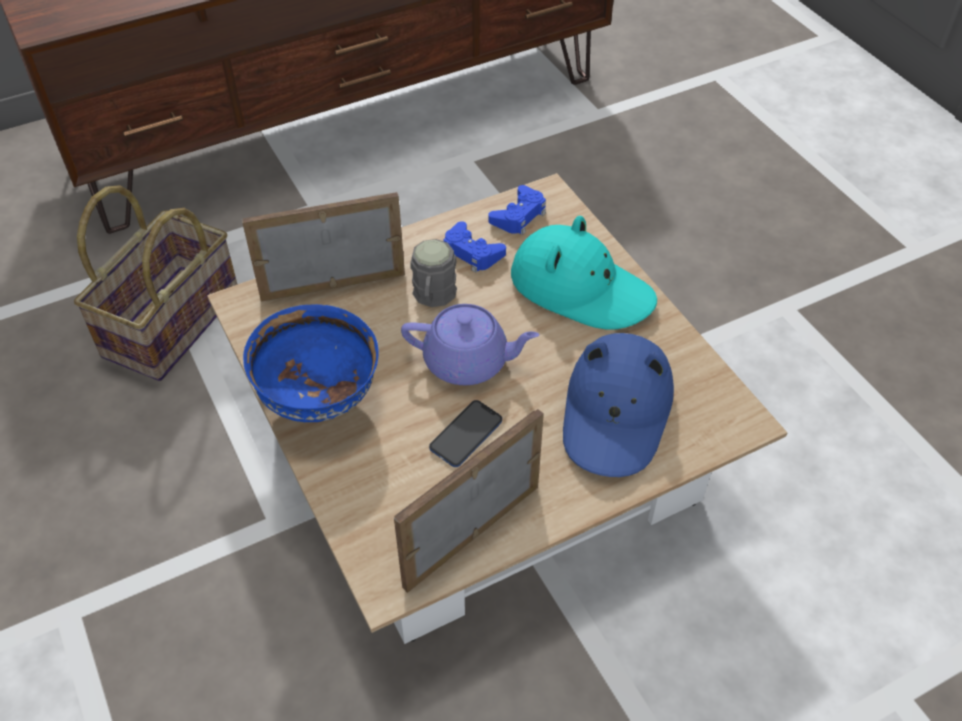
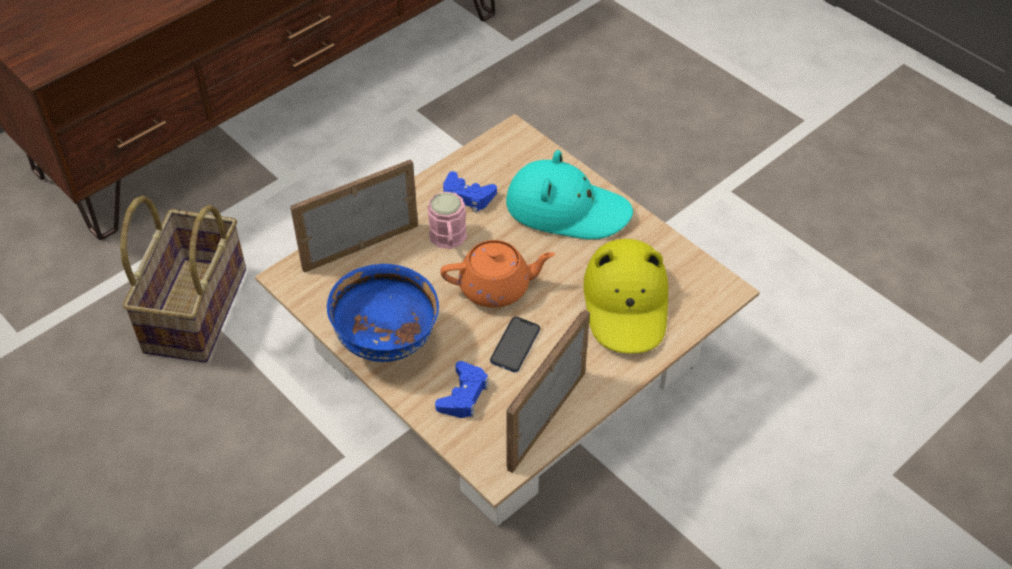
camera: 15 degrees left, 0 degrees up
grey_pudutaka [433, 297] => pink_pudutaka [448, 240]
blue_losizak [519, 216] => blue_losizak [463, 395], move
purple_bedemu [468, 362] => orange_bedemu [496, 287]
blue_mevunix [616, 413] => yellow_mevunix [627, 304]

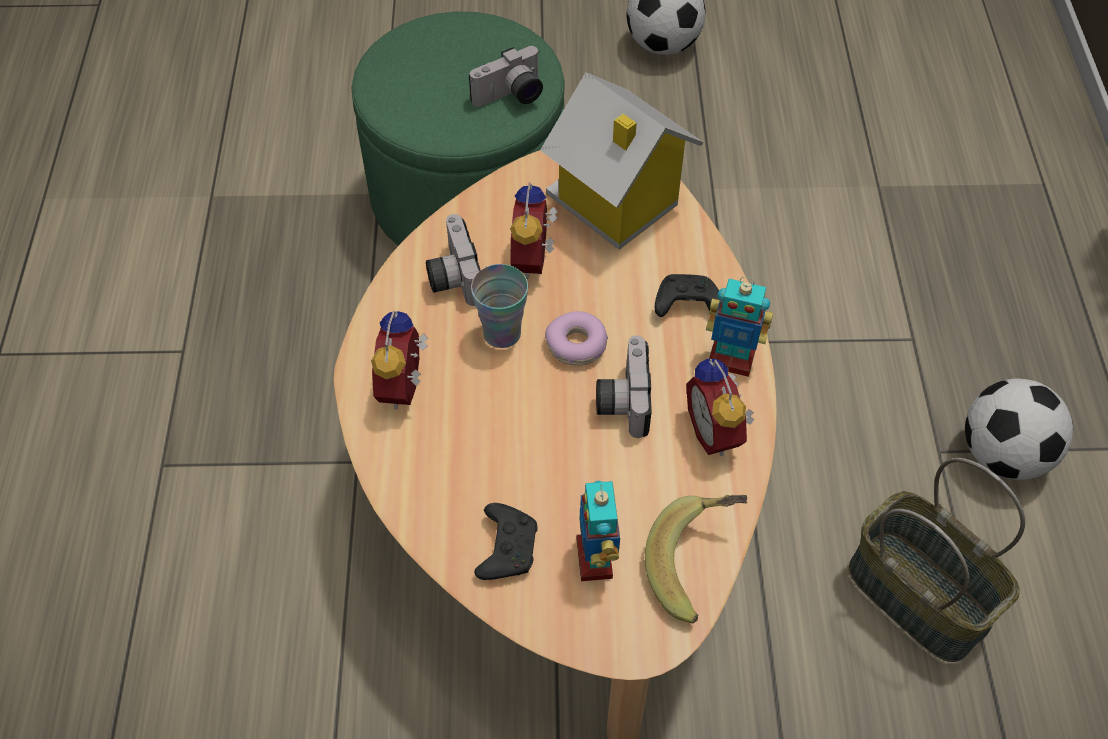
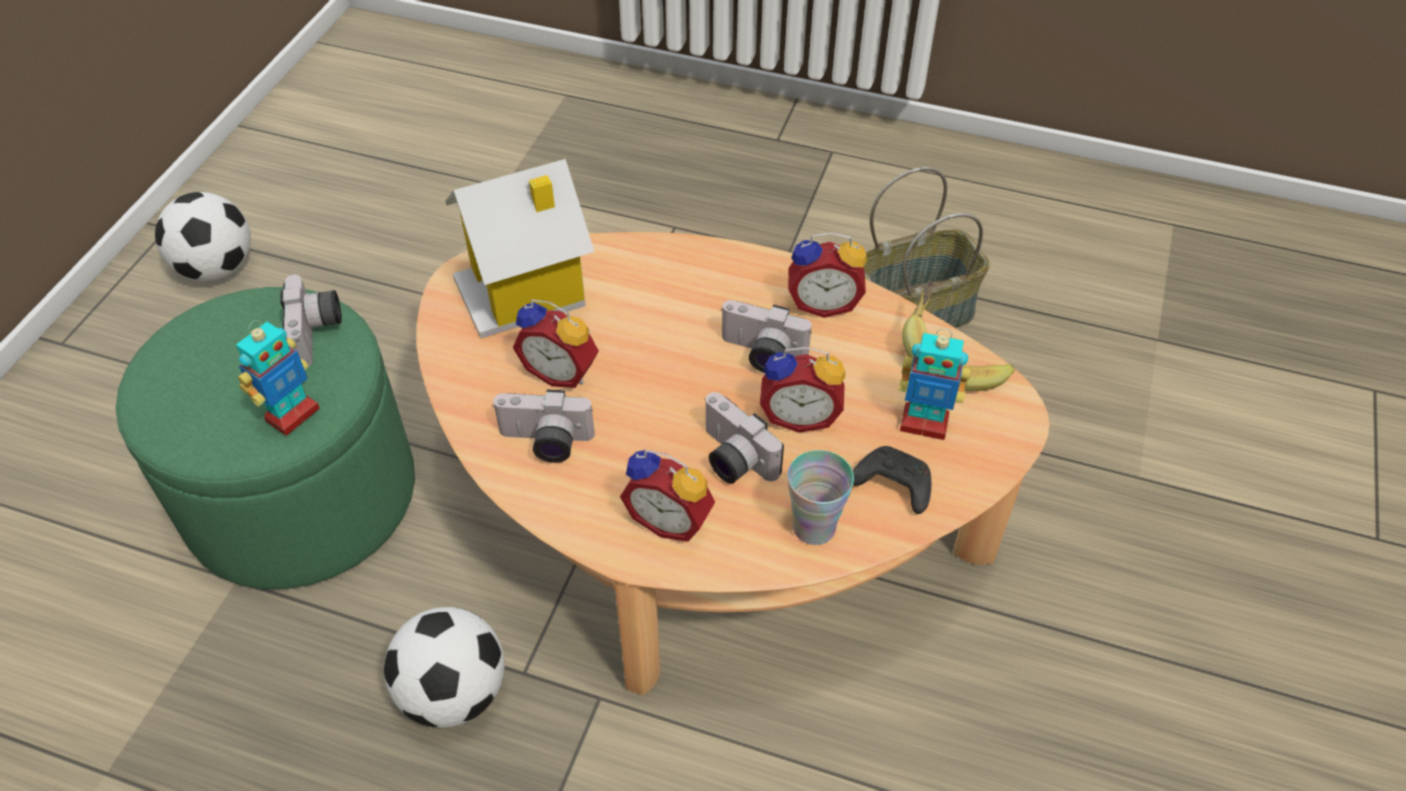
camera: 70 degrees left, 5 degrees down
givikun [731, 359] => givikun [292, 414], move
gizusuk [1002, 454] => gizusuk [453, 693], move
nothing => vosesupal [731, 459]
nothing => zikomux [800, 415]
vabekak [502, 333] => vabekak [814, 527], move
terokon [576, 345] => nothing
black_losizak [686, 305] => nothing

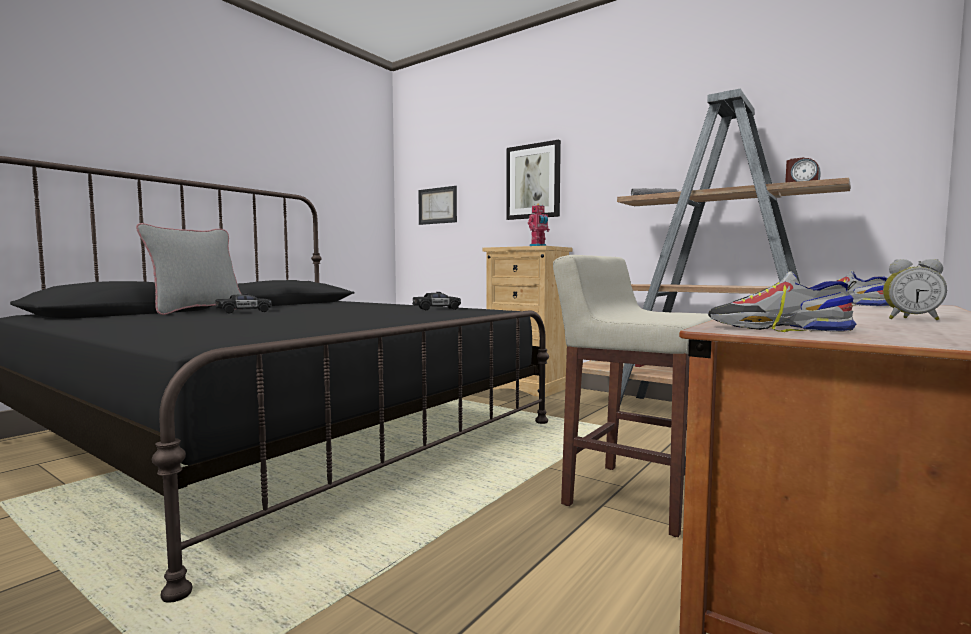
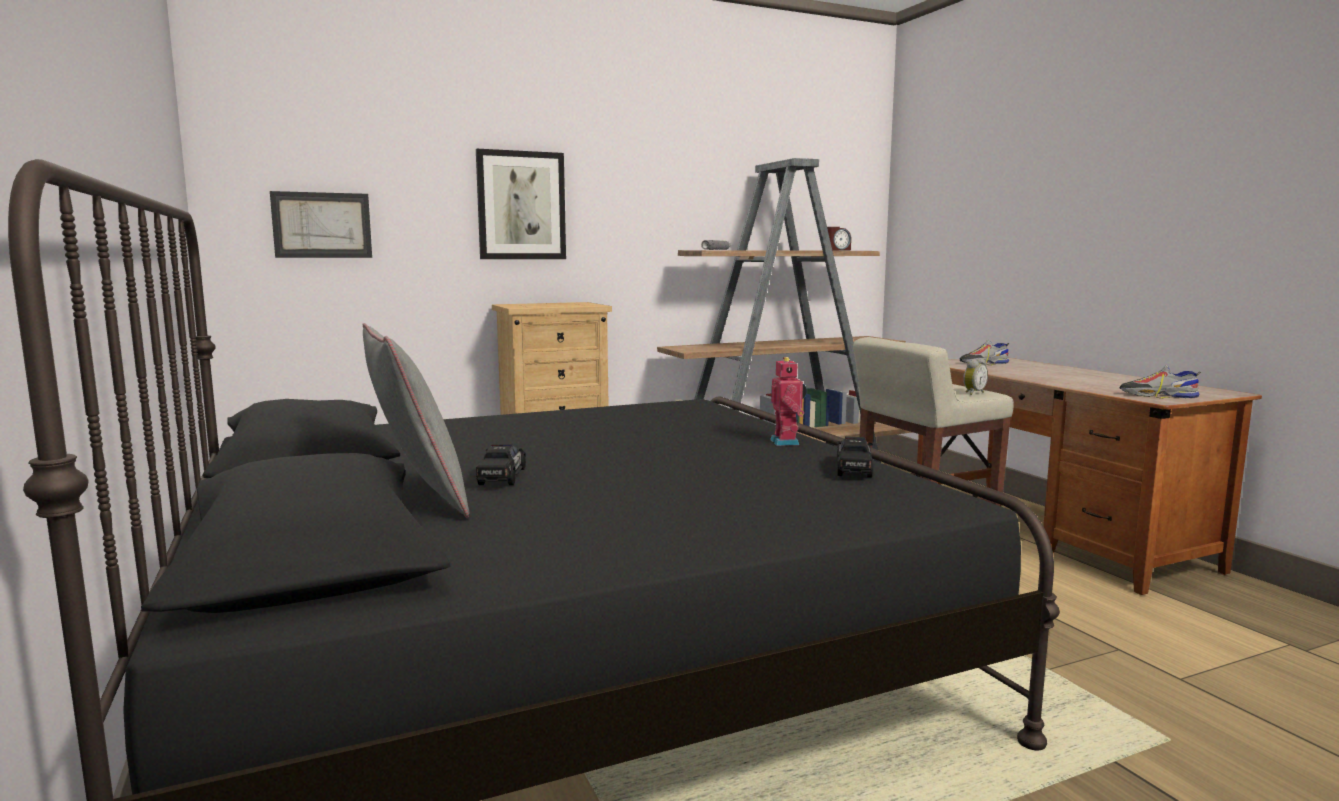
camera: 60 degrees left, 5 degrees up
givikun [538, 246] => givikun [787, 442], move
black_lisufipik [437, 309] => black_lisufipik [853, 470], move
zikomux [910, 319] => zikomux [972, 393], move
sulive [777, 328] => sulive [1157, 395], 60 degrees clockwise

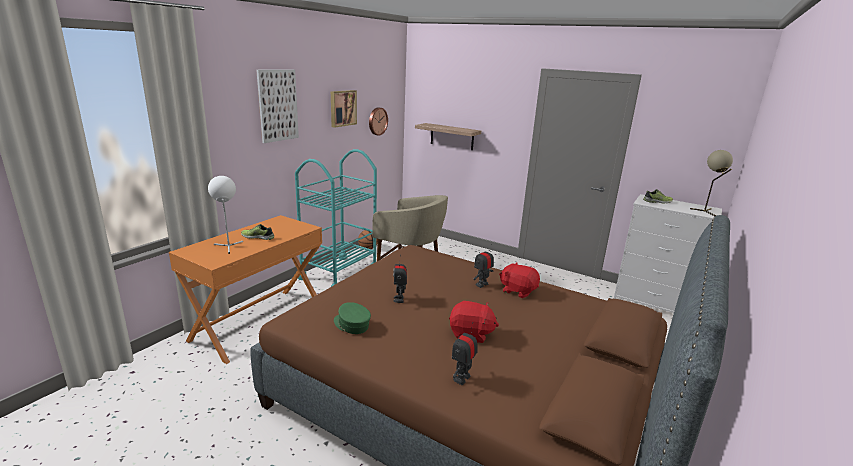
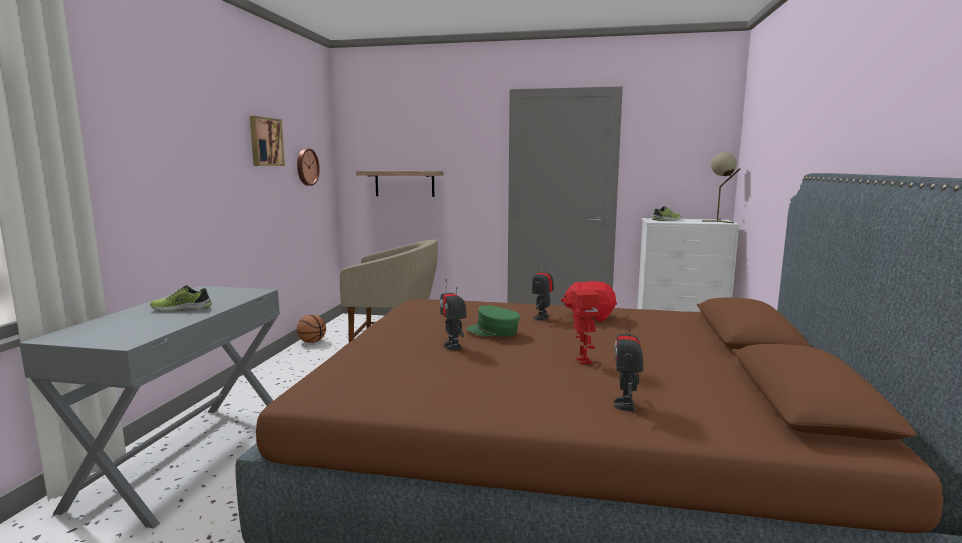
camera: 20 degrees left, 10 degrees down
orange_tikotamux [259, 322] => grey_tikotamux [186, 457]
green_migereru [351, 325] => green_migereru [493, 331], move
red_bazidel [471, 334] => givikun [583, 361]
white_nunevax [228, 247] => nothing
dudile [277, 105] => nothing
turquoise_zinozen [339, 273] => nothing

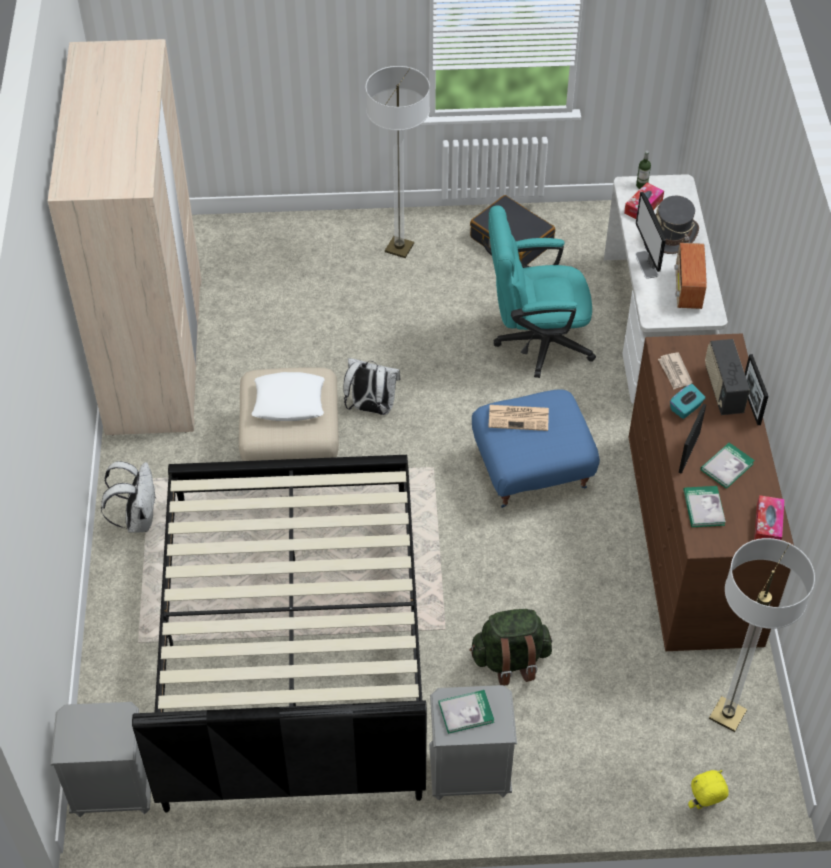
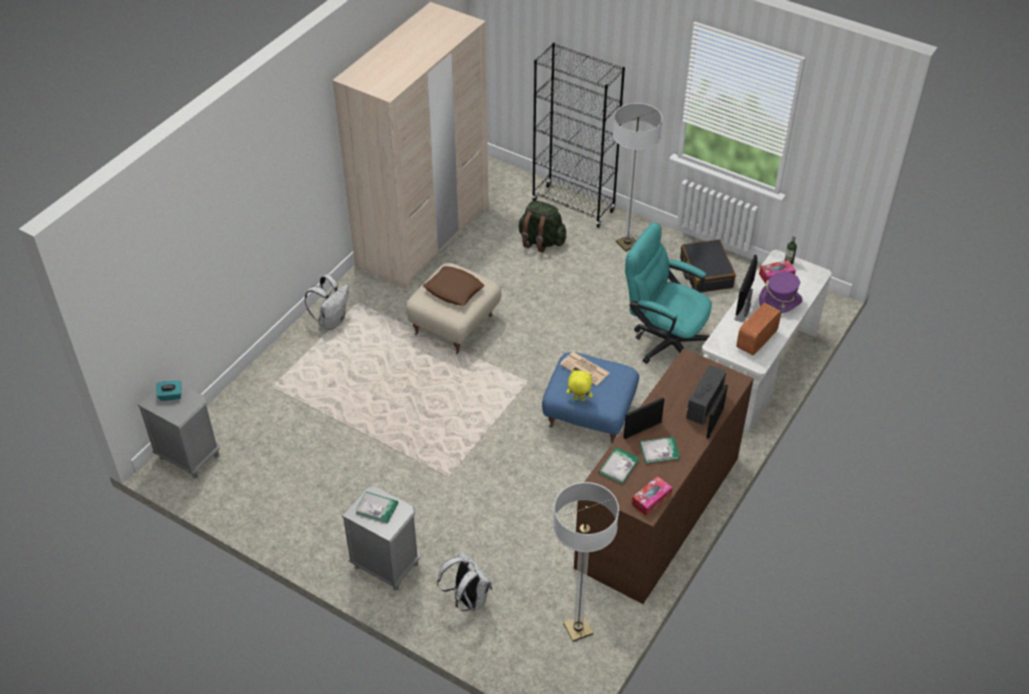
camera: 35 degrees right, 5 degrees down
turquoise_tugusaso [686, 408] => turquoise_tugusaso [170, 396], move
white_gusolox [288, 402] => brown_gusolox [453, 290]
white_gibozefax [371, 408] => white_gibozefax [467, 599], move
green_gibozefax [510, 660] => green_gibozefax [541, 241], move
nothing => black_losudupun [573, 206]
yellow_bazidel [704, 805] => yellow_bazidel [578, 399], move
grey_mevunix [672, 234] => purple_mevunix [780, 301]
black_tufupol [291, 642] => nothing
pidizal [674, 372] => nothing

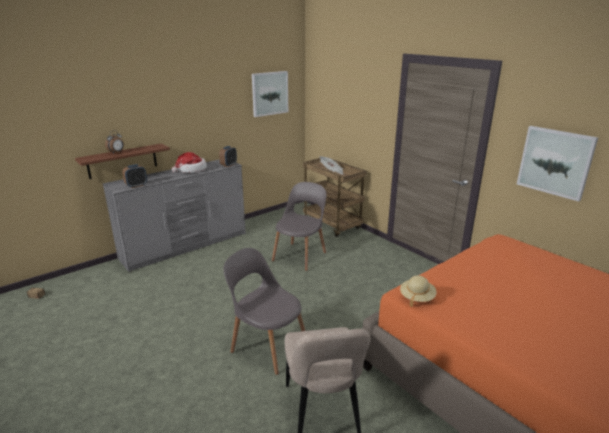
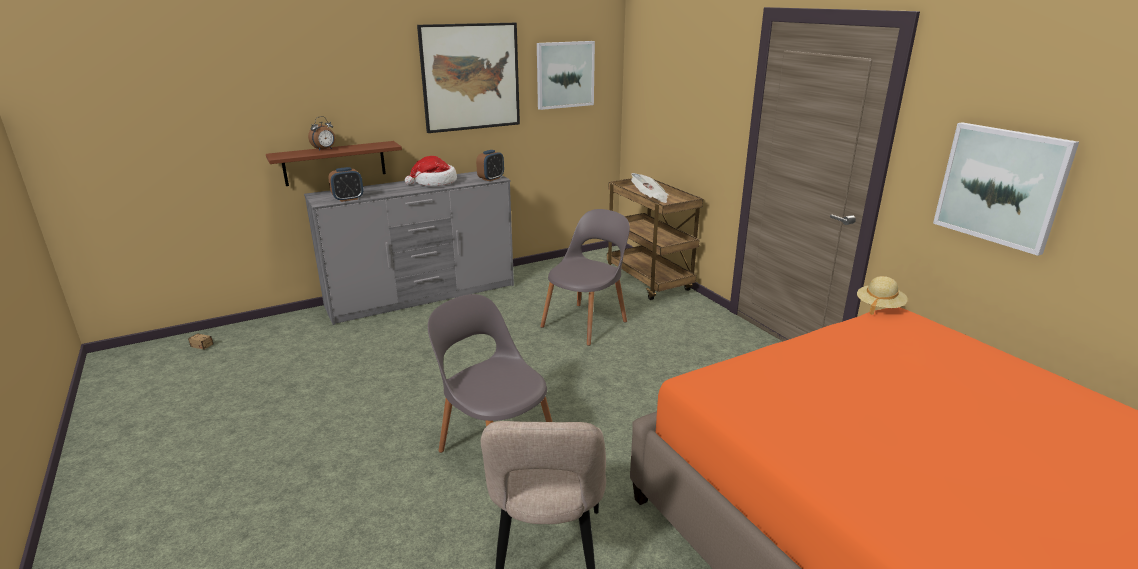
camera: 10 degrees right, 0 degrees up
nothing => dudile [470, 77]
beige_mevunix [417, 297] => beige_mevunix [879, 307], move

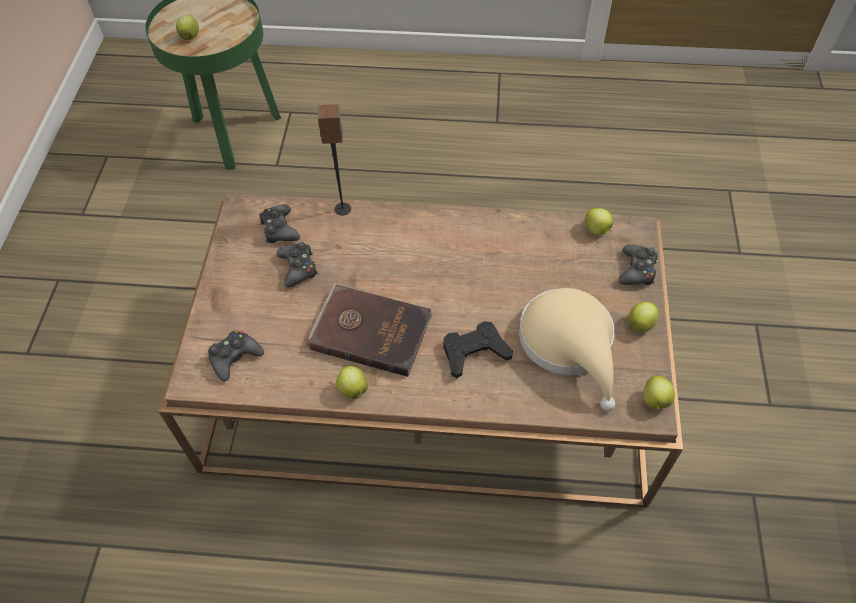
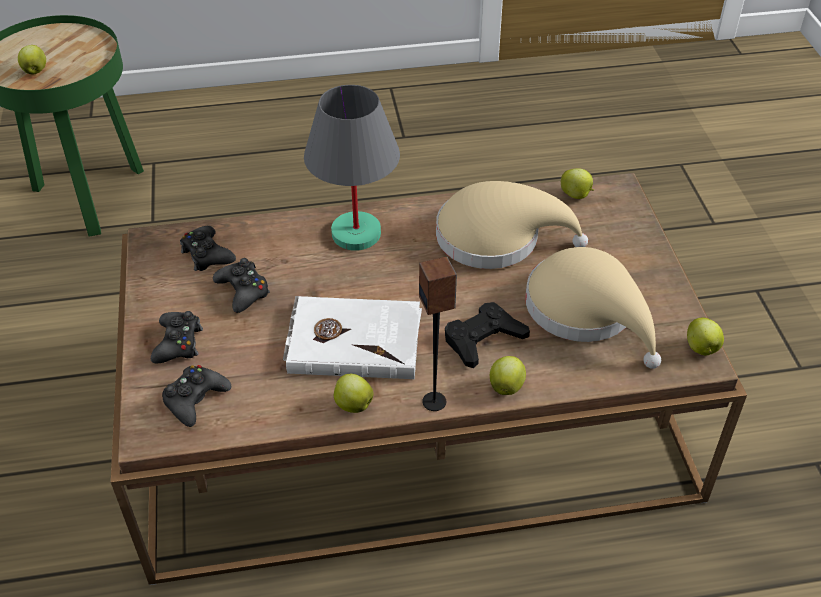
camera: 15 degrees left, 10 degrees down
black_losizak [637, 270] => black_losizak [178, 343], move
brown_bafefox [371, 331] => white_bafefox [354, 340]
nothing => grey_nunevax [355, 234]
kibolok [343, 209] => kibolok [435, 401], move
nothing => beige_mevunix [497, 237]
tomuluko [640, 324] => tomuluko [506, 386], move

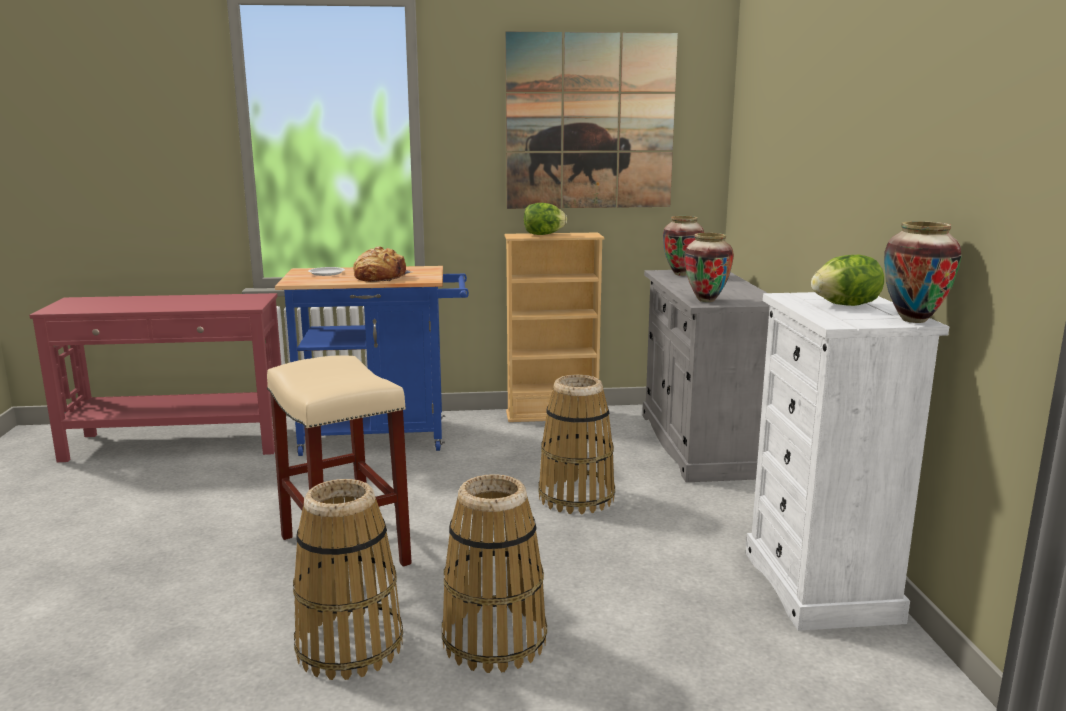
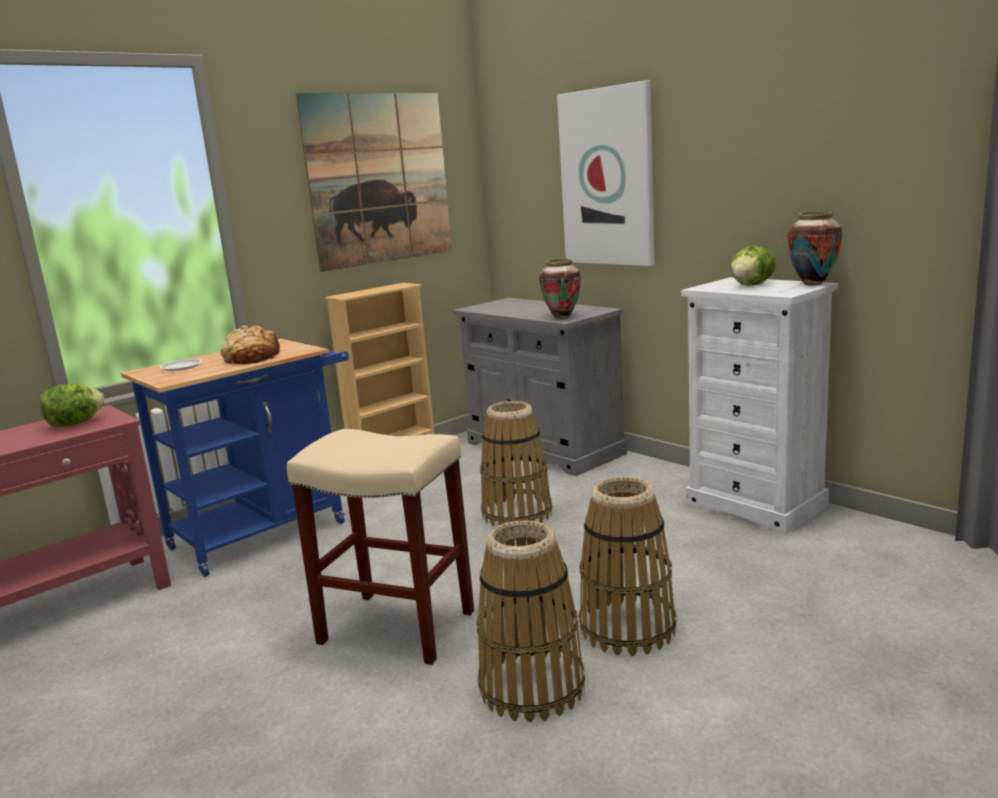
camera: 35 degrees left, 0 degrees up
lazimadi [543, 234] => lazimadi [75, 424], move
nothing => dudile [608, 178]
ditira [681, 274] => nothing

